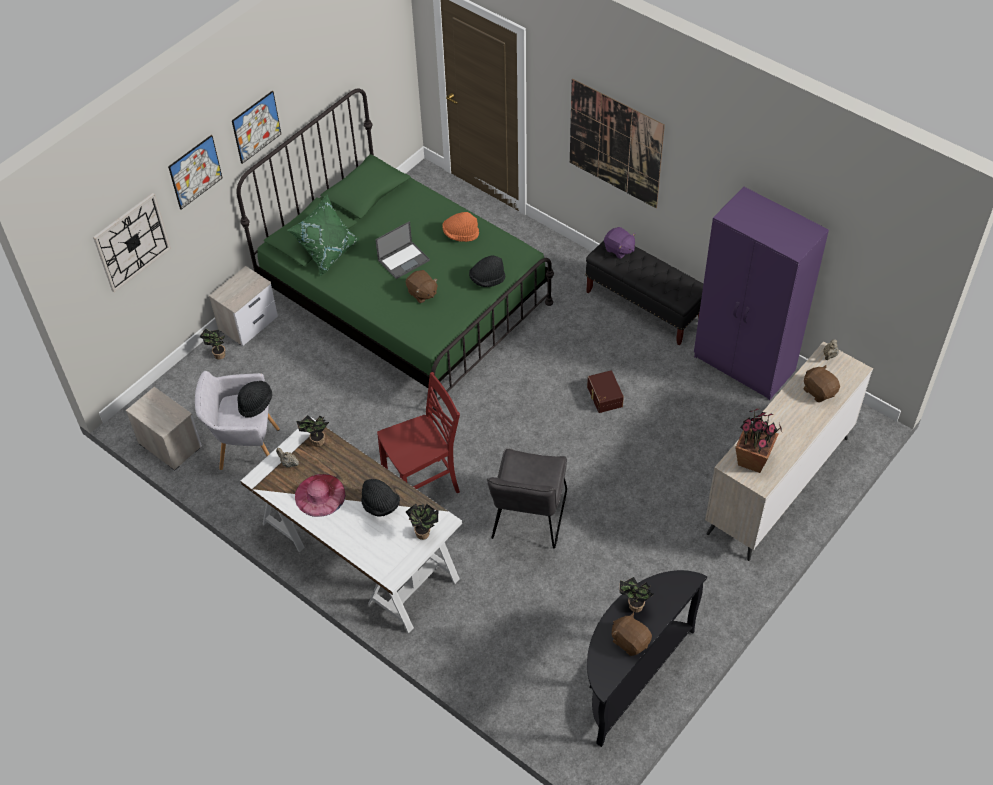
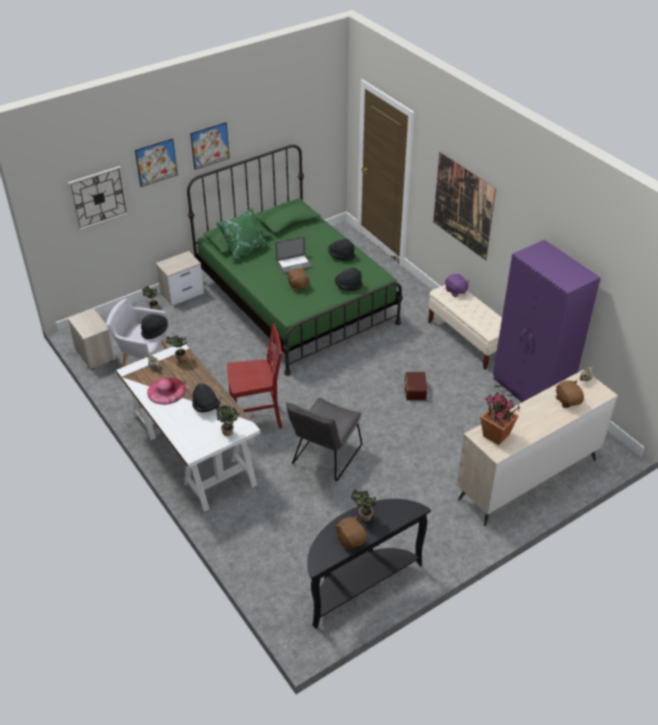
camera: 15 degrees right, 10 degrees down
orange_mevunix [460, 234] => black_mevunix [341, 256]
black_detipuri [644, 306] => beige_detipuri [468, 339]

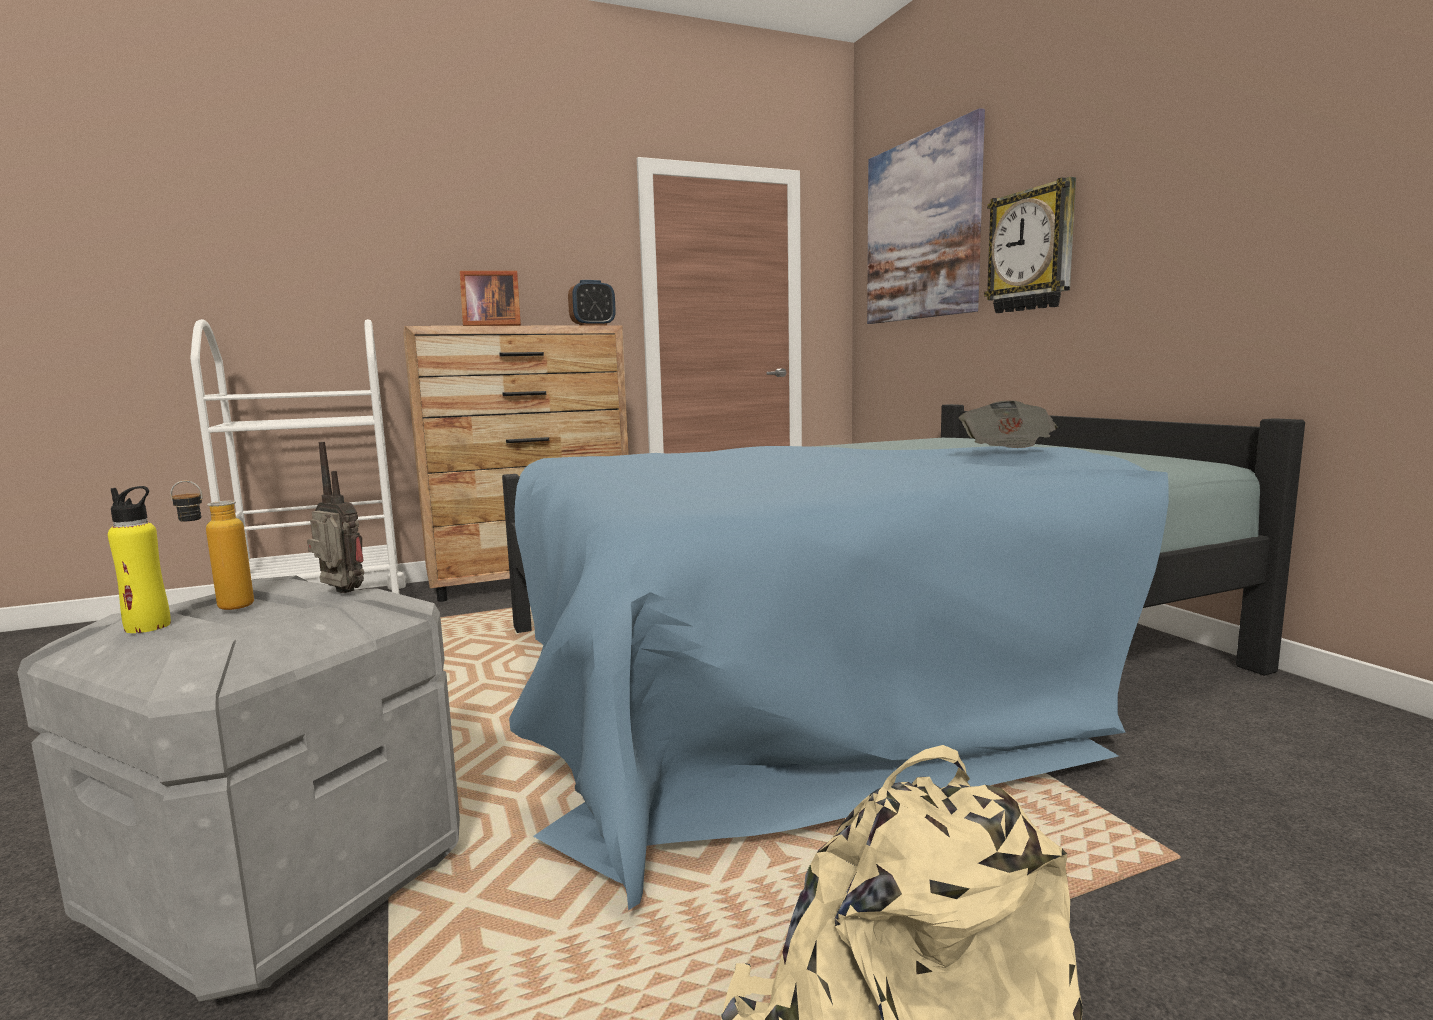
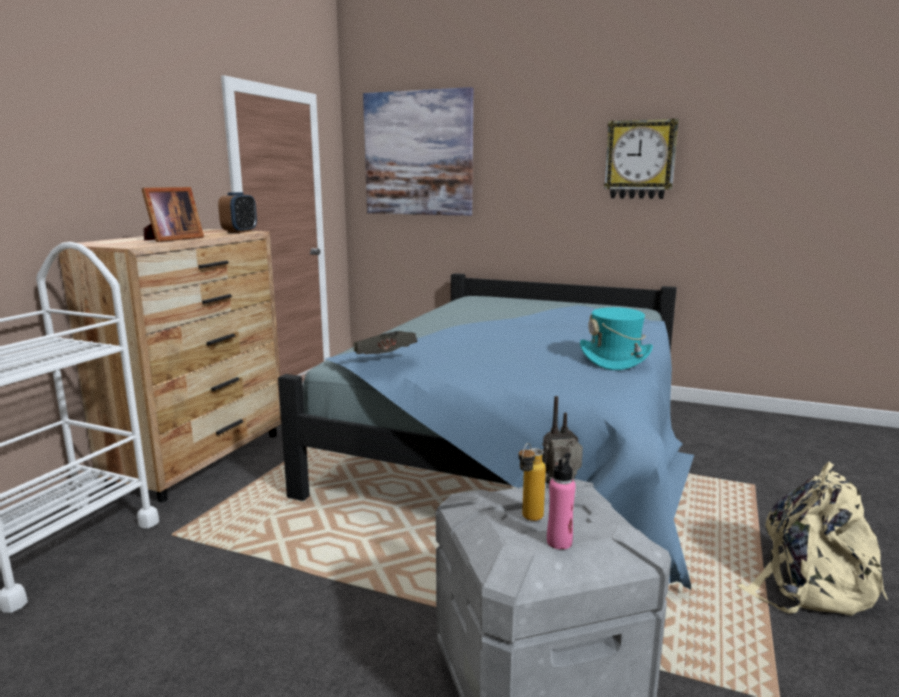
camera: 45 degrees left, 5 degrees up
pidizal [1007, 452] => pidizal [385, 361], move
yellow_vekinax [148, 627] => pink_vekinax [559, 542]
nothing => turquoise_mevunix [615, 359]
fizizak [1032, 250] => fizizak [640, 159], move

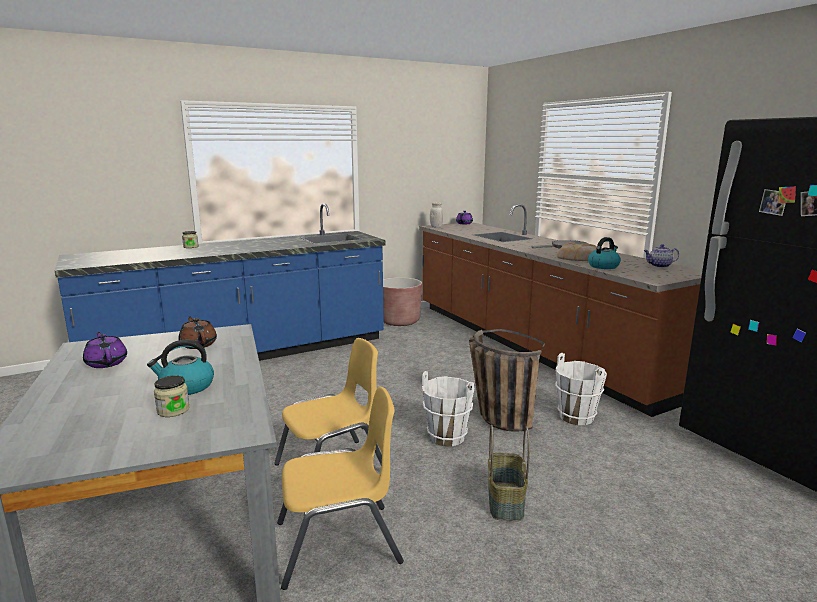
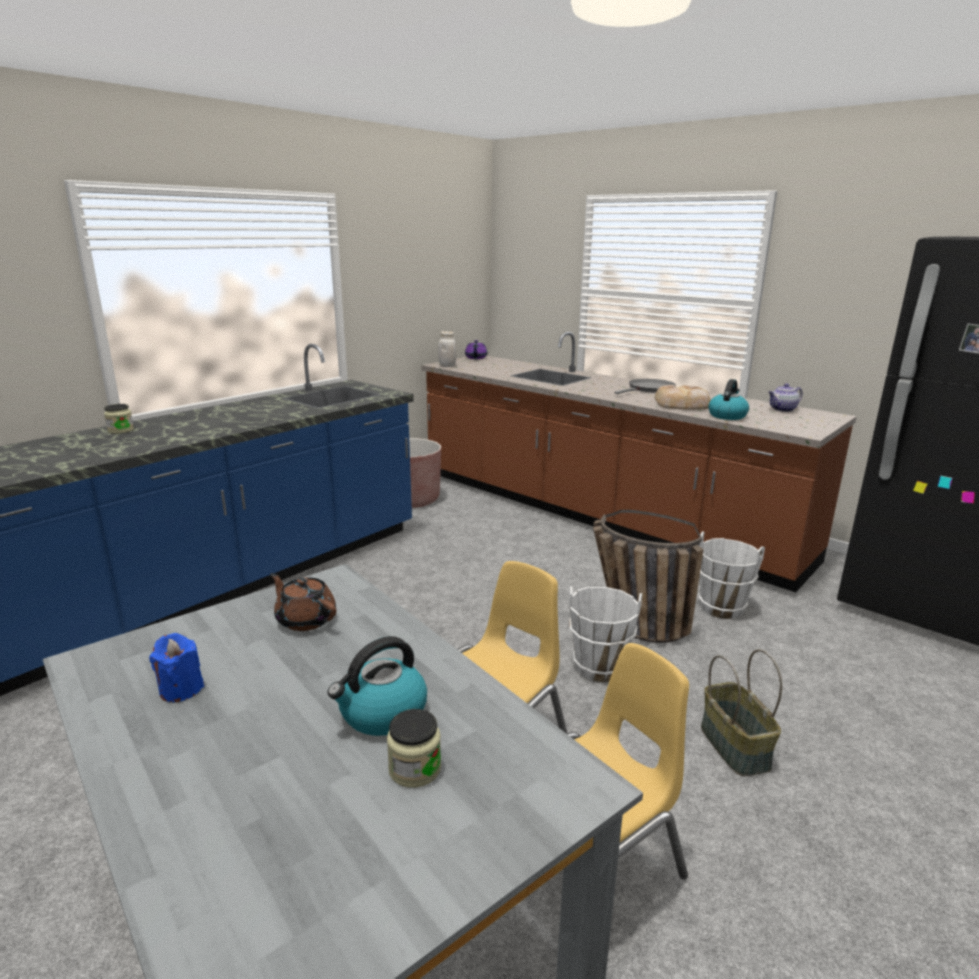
camera: 20 degrees left, 5 degrees up
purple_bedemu [106, 363] => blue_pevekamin [181, 689]

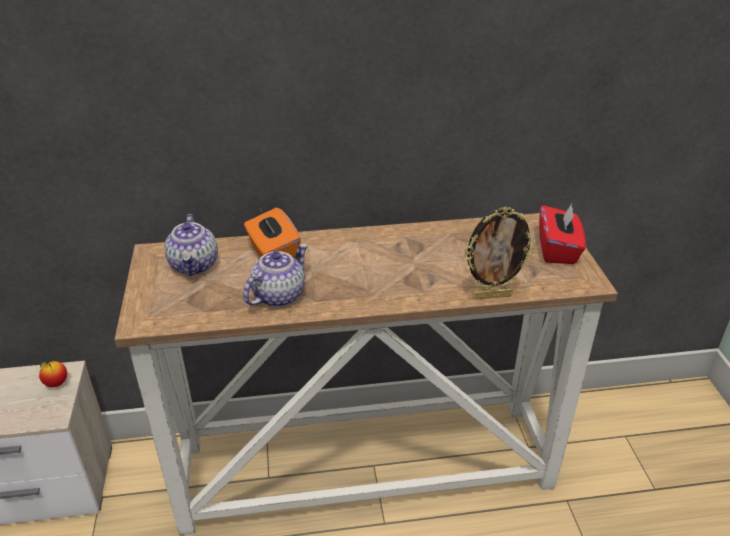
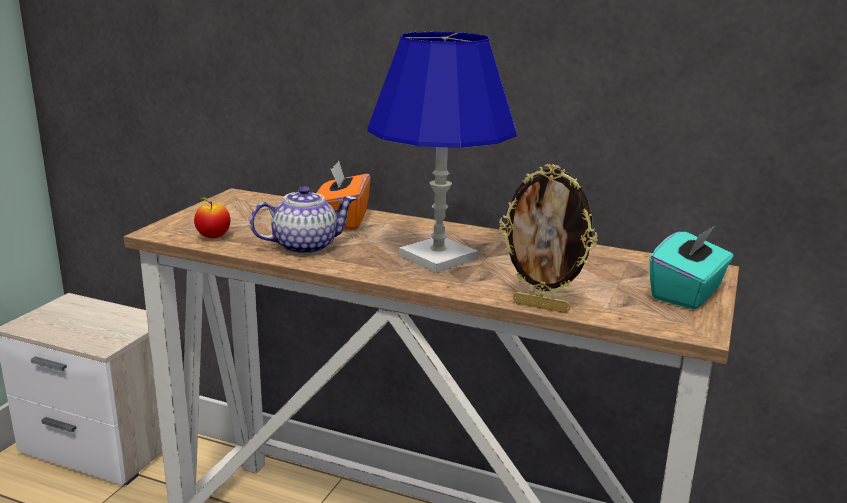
camera: 30 degrees right, 15 degrees down
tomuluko [56, 383] => tomuluko [213, 237], move
nothing => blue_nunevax [438, 257]
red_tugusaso [557, 250] => turquoise_tugusaso [687, 294]
bedemu [195, 265] => nothing

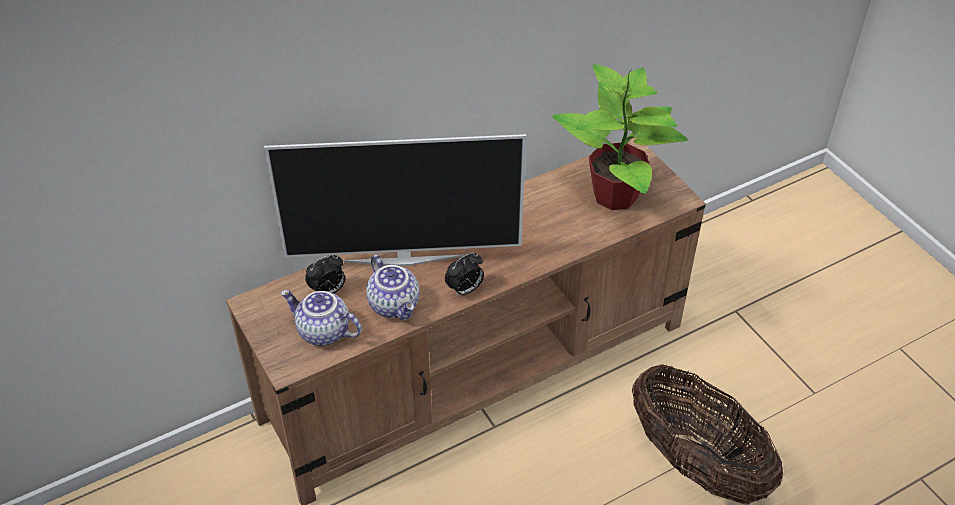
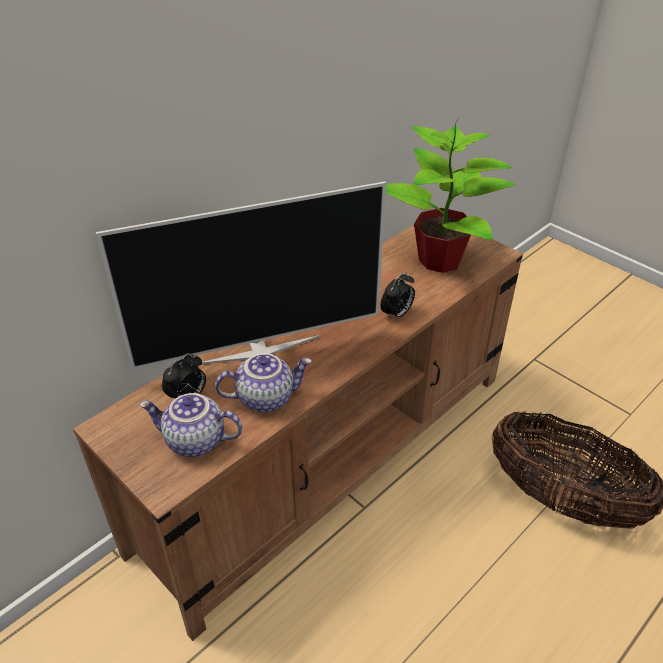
camera: 15 degrees left, 5 degrees down
bedemu [395, 305] => bedemu [266, 397], 60 degrees counterclockwise
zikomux [465, 290] => zikomux [397, 314], move

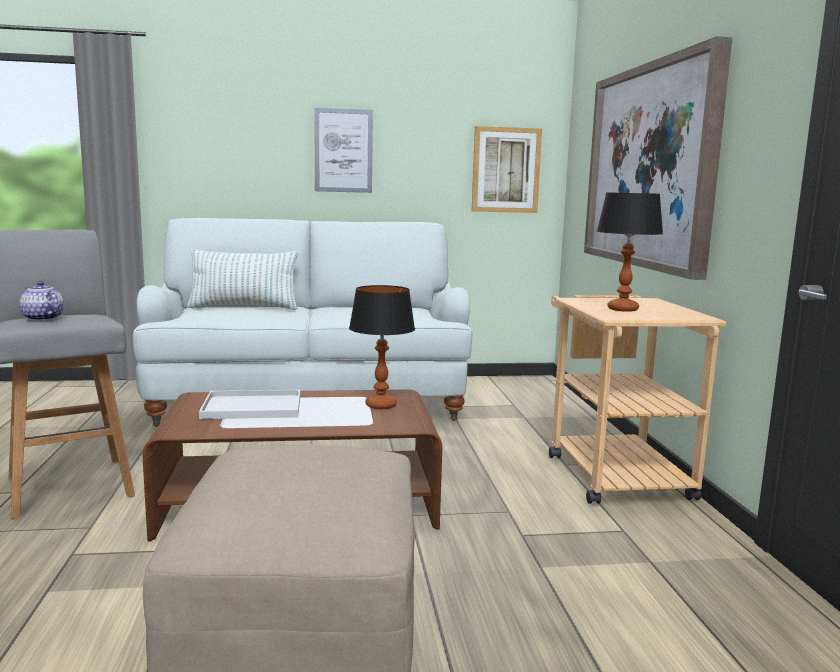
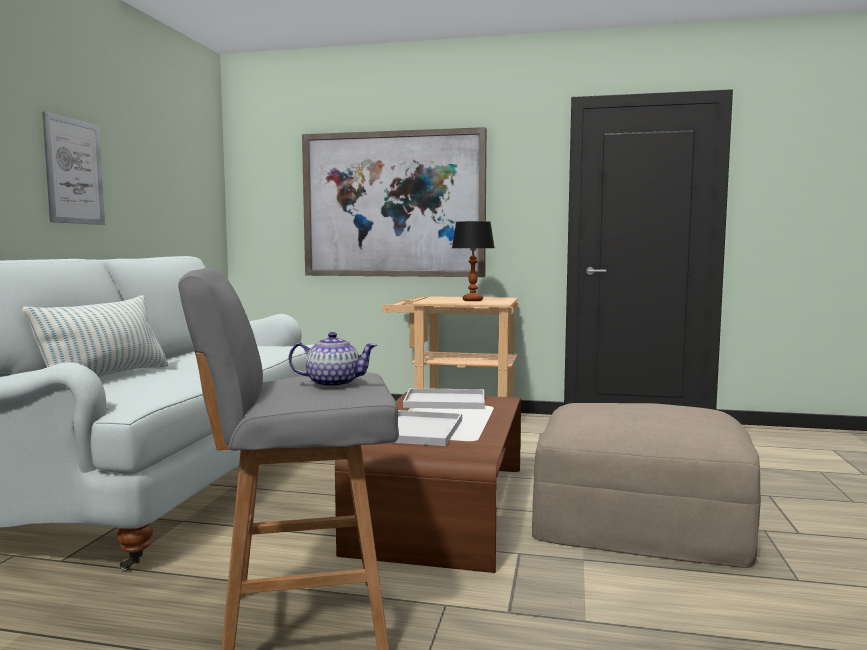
camera: 70 degrees left, 5 degrees down
bedemu [42, 318] => bedemu [332, 383], 150 degrees counterclockwise
nunevax [381, 405] => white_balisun [446, 400]
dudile [506, 170] => nothing

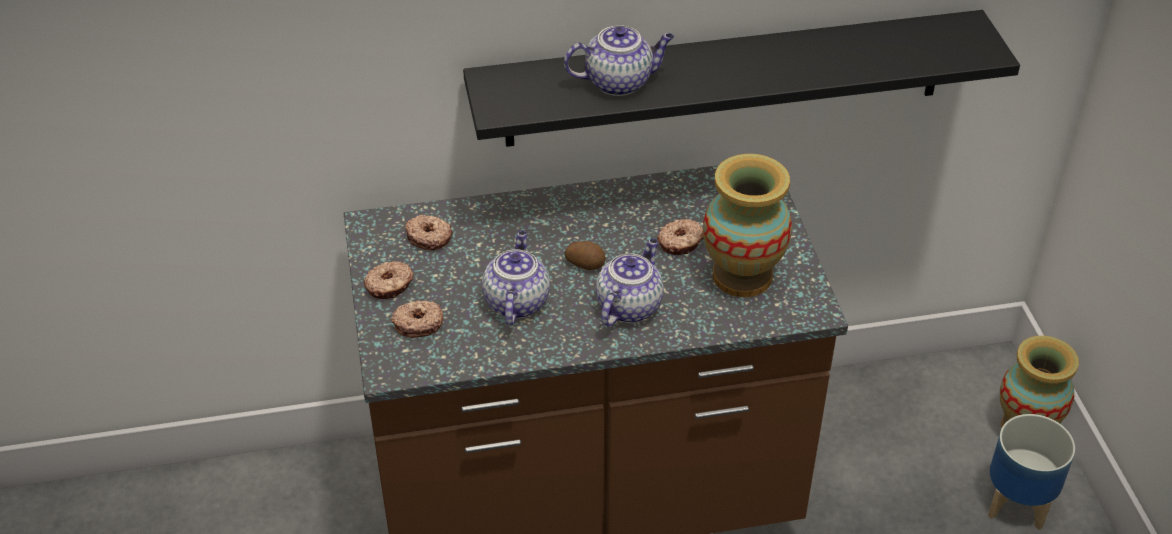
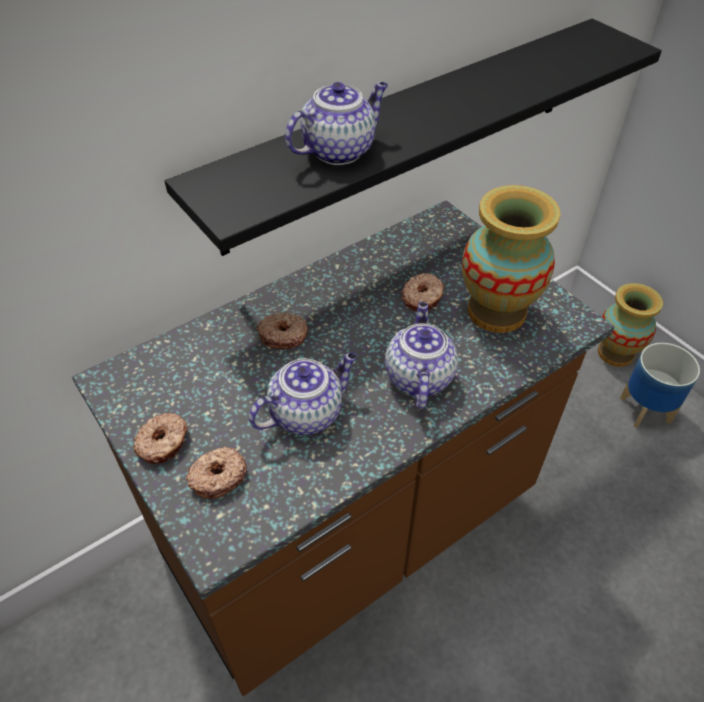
camera: 25 degrees left, 5 degrees up
bedemu [516, 302] => bedemu [307, 412], 75 degrees clockwise
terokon [429, 237] => terokon [283, 335], move
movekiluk [585, 263] => nothing

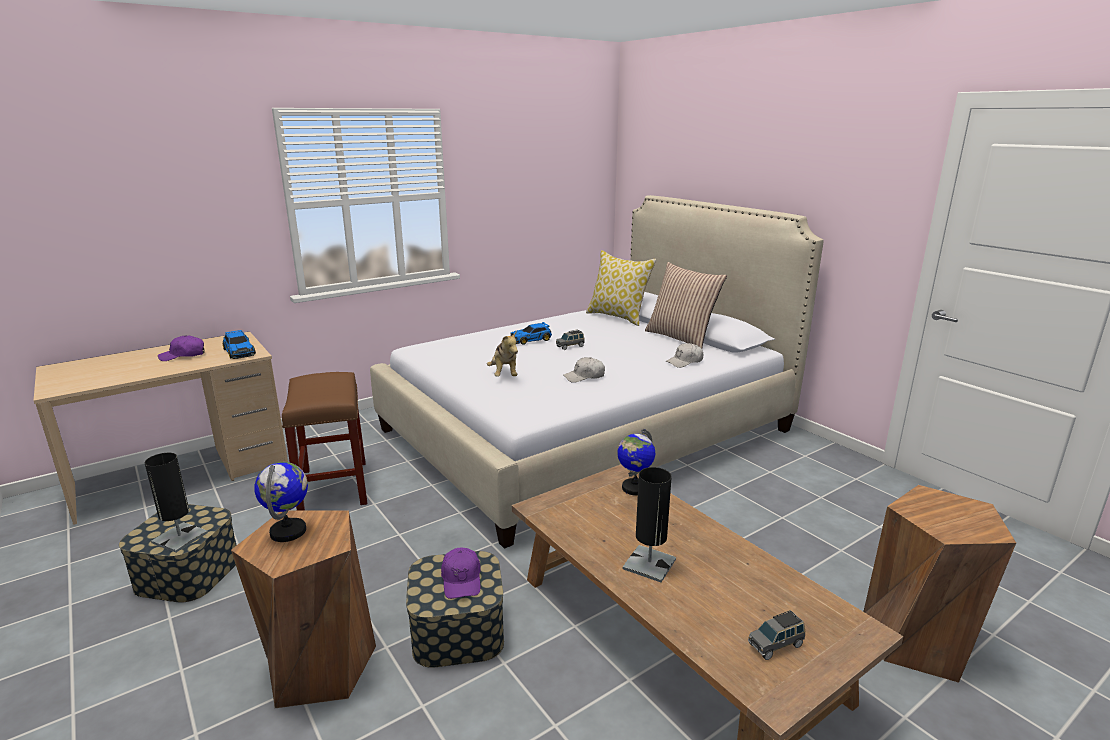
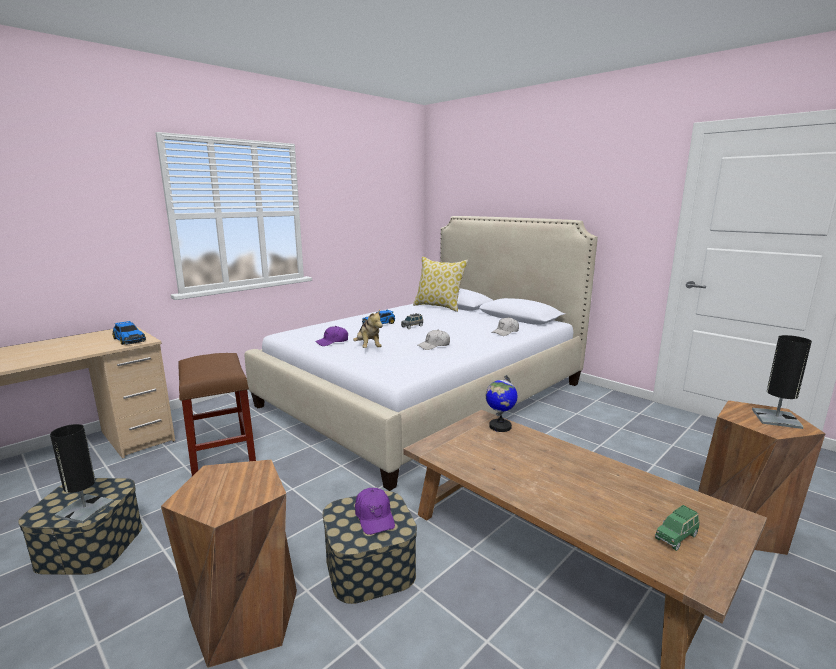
camera: 10 degrees left, 5 degrees down
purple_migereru [183, 355] => purple_migereru [332, 342], move
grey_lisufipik [776, 645] => green_lisufipik [676, 537]
black_nunevax [649, 564] => black_nunevax [776, 419], move
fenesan [289, 531] => nothing
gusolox [681, 338] => nothing

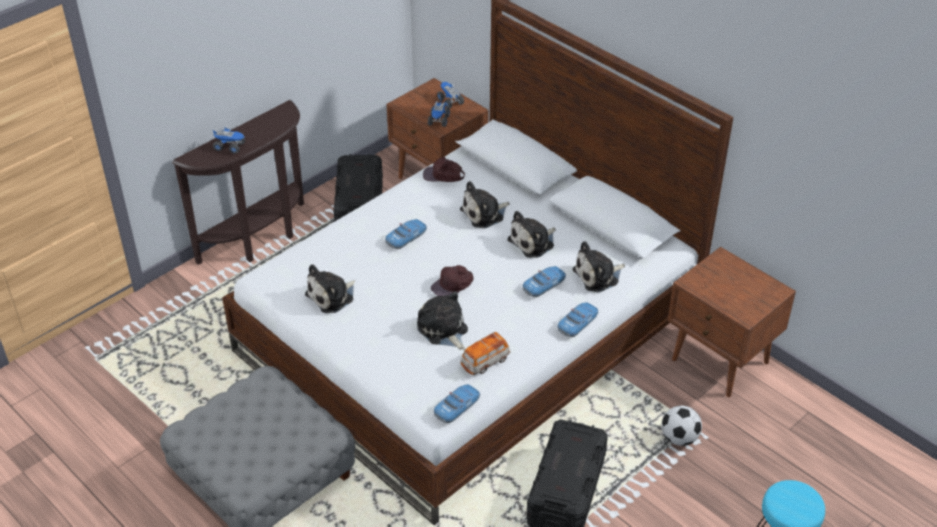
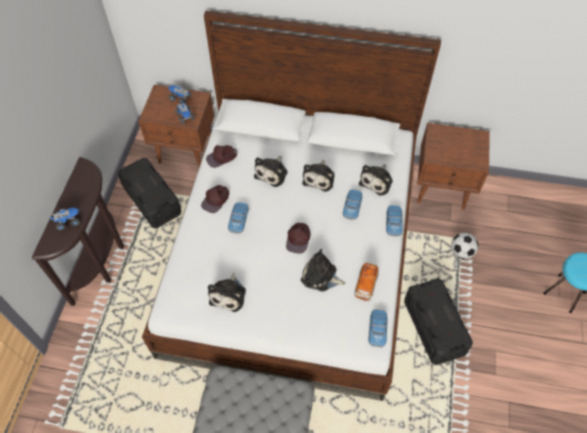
camera: 35 degrees left, 15 degrees up
nothing => brown_migereru [216, 200]

